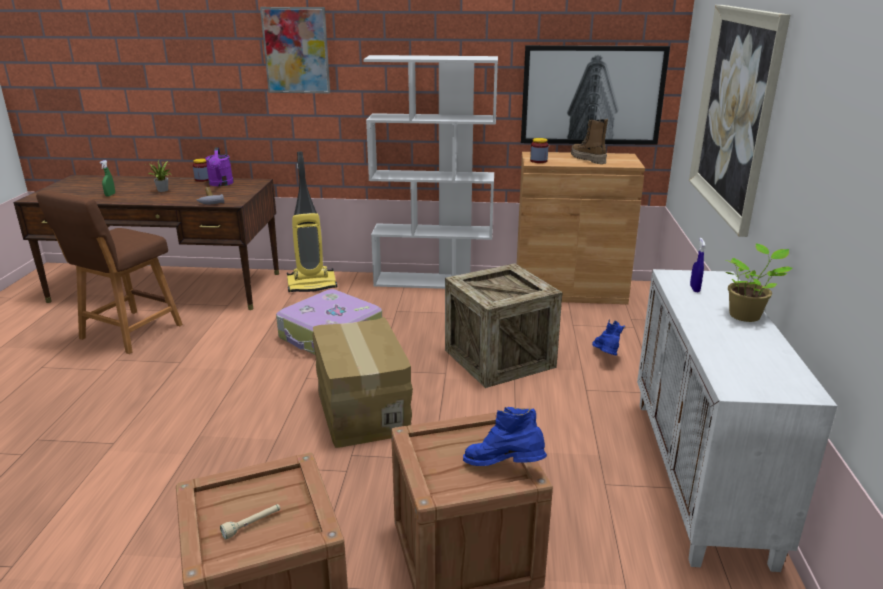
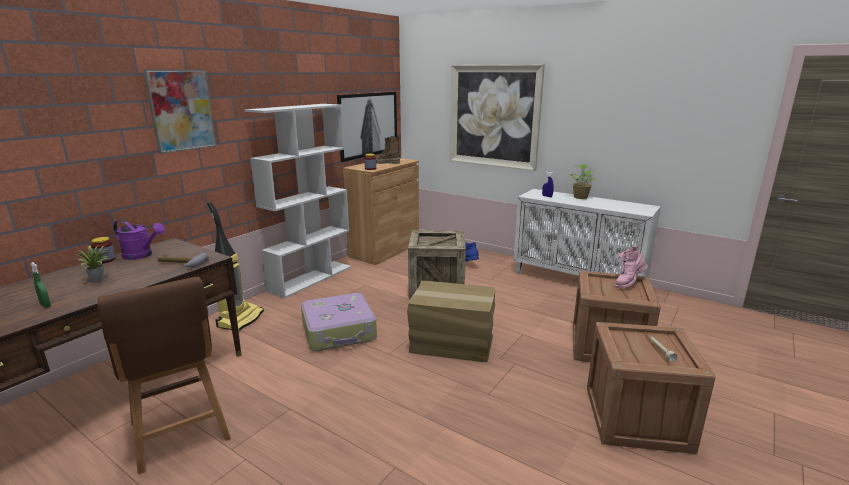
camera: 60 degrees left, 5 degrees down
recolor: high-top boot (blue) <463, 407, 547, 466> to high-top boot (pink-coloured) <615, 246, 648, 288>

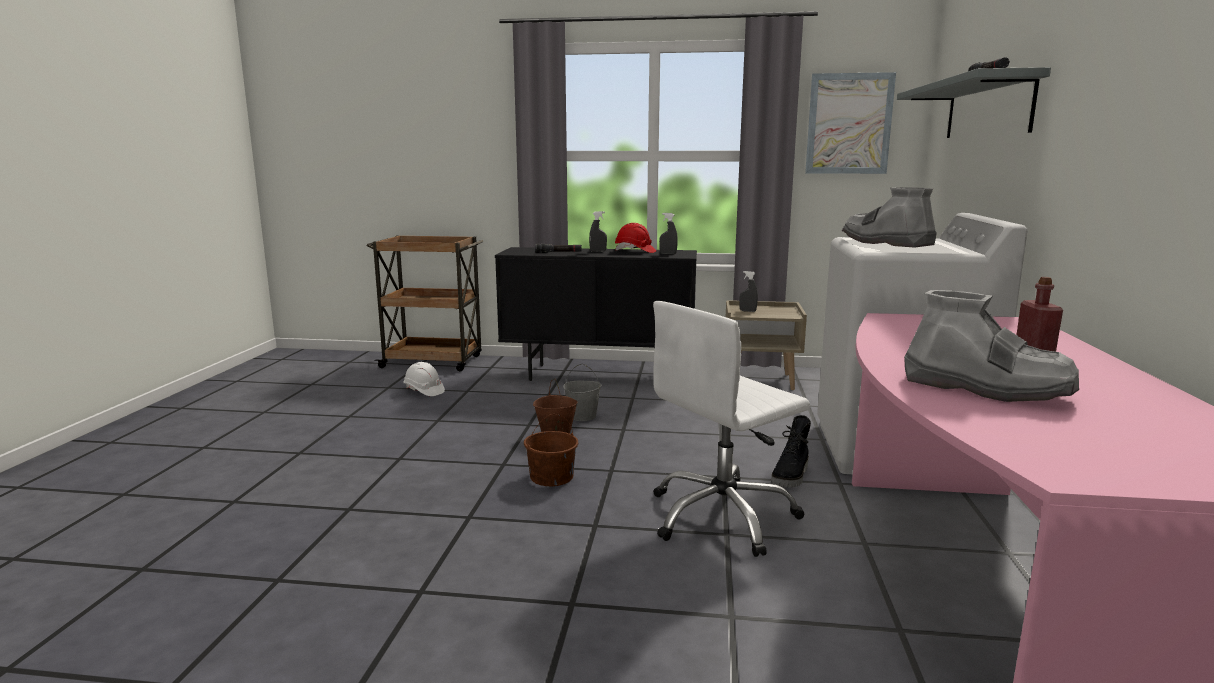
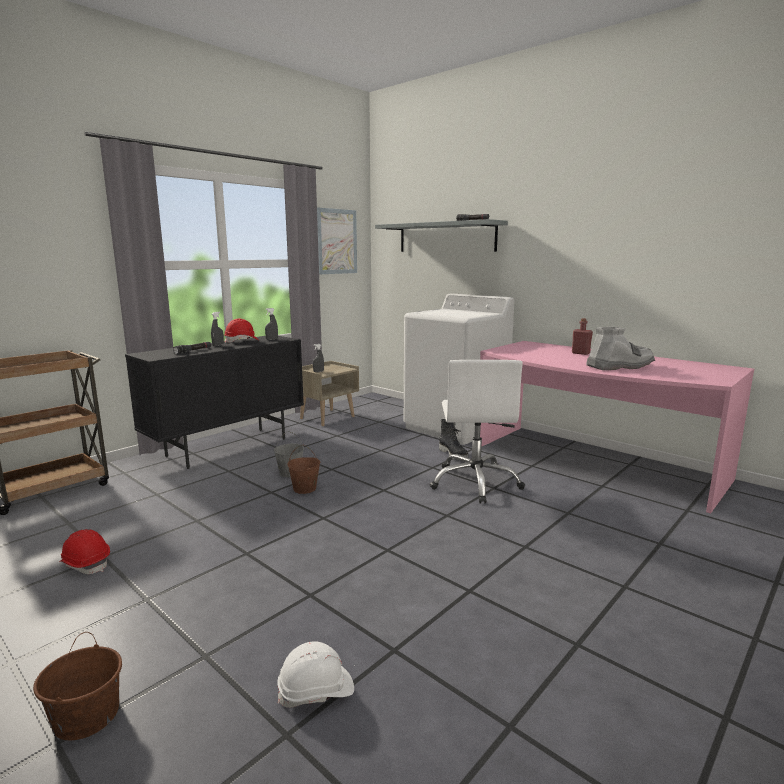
camera: 55 degrees left, 0 degrees up
delete: high-top boot (grey) <842, 187, 937, 248>
insert: work helmet (red-coloured) <59, 529, 110, 574>
move: work helmet (white-coloured) <403, 362, 445, 396> to <277, 641, 354, 708>; bucket (brownish) <524, 414, 578, 486> to <33, 632, 122, 740>

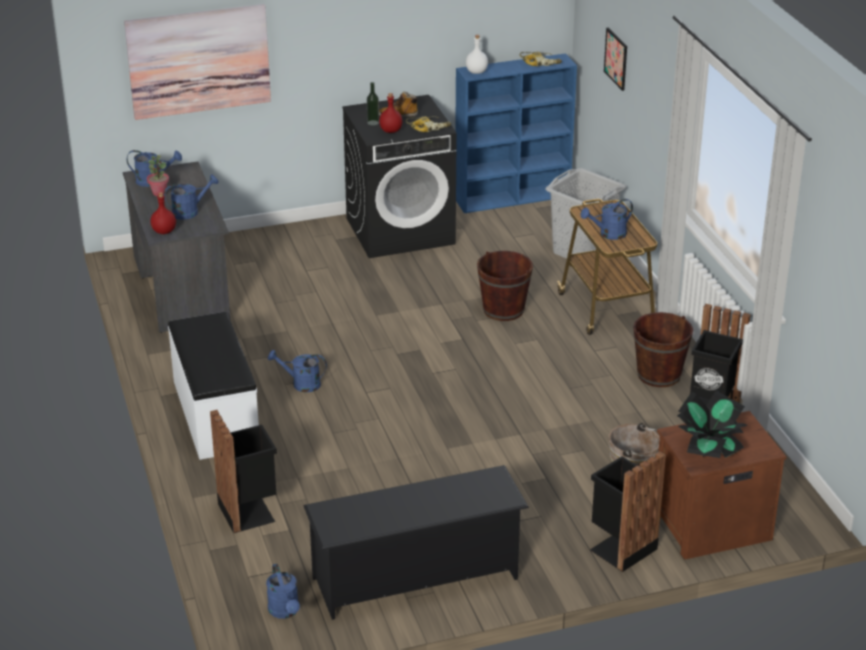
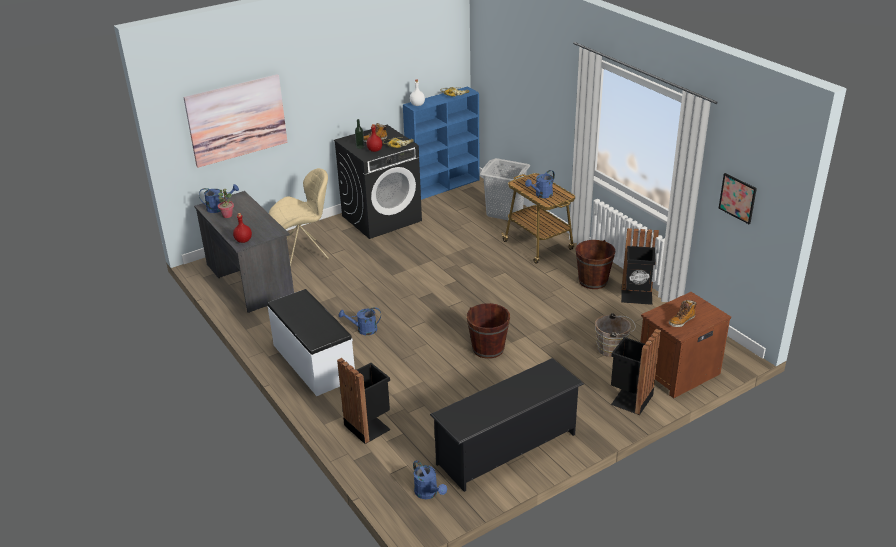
camera: 15 degrees left, 0 degrees up
delete: watering can (blue) <164, 175, 219, 220>
insert: plain chair (beige-coloured) <269, 168, 329, 266>
move: bucket (brownish) <477, 251, 533, 321> to <467, 303, 510, 359>; wall picture <604, 28, 627, 91> to <718, 173, 757, 224>
replace: plant in a pot <677, 391, 748, 458> to high-top boot <669, 300, 697, 327>

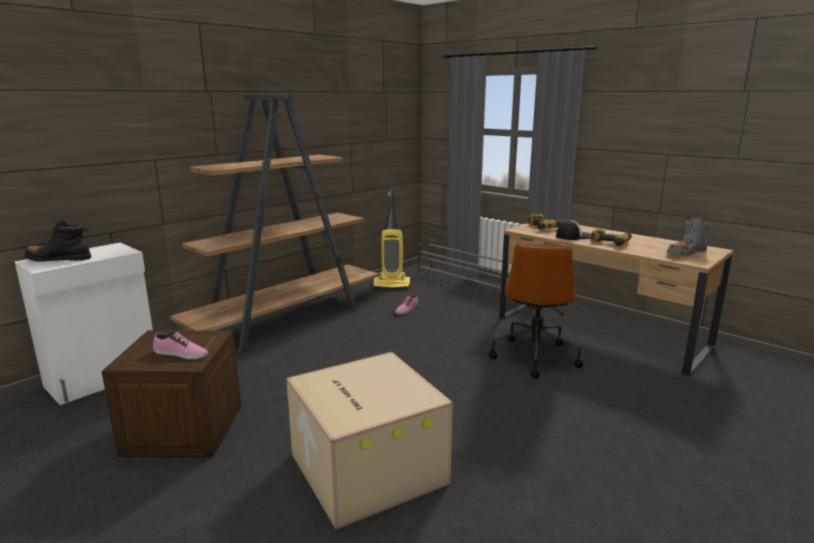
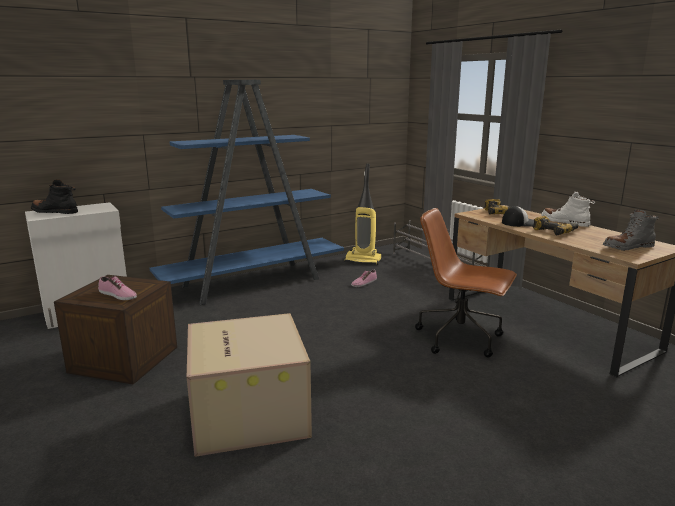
camera: 15 degrees right, 0 degrees up
insert: high-top boot (white-coloured) <541, 191, 595, 227>
recolor: bookshelf (brownish) <170, 95, 379, 353> to bookshelf (blue) <150, 80, 344, 305>
rotate: office chair (brownish) <489, 243, 583, 379> = <415, 208, 517, 357> 90 degrees clockwise

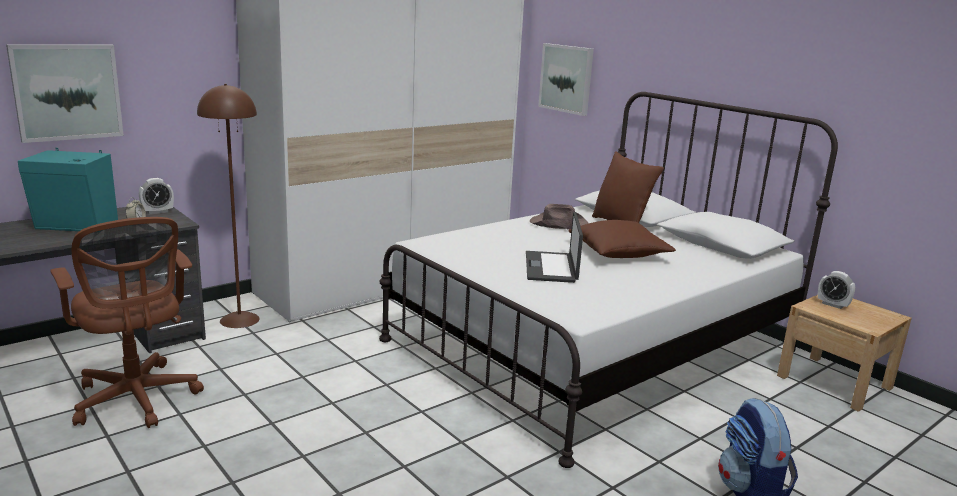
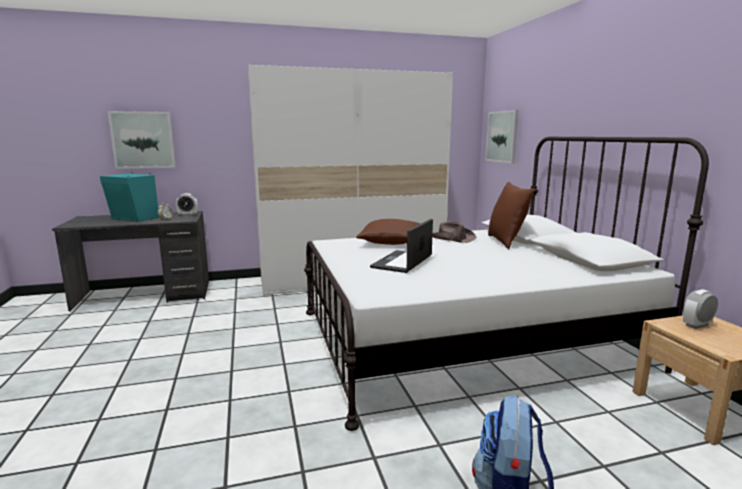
camera: 25 degrees right, 5 degrees down
delete: office chair (brownish) <50, 217, 204, 428>; floor lamp (brownish) <197, 84, 260, 328>
move: pillow (brownish) <568, 220, 676, 258> to <356, 219, 421, 245>
rotate: table clock <818, 271, 855, 309> = <683, 289, 718, 329> 90 degrees clockwise

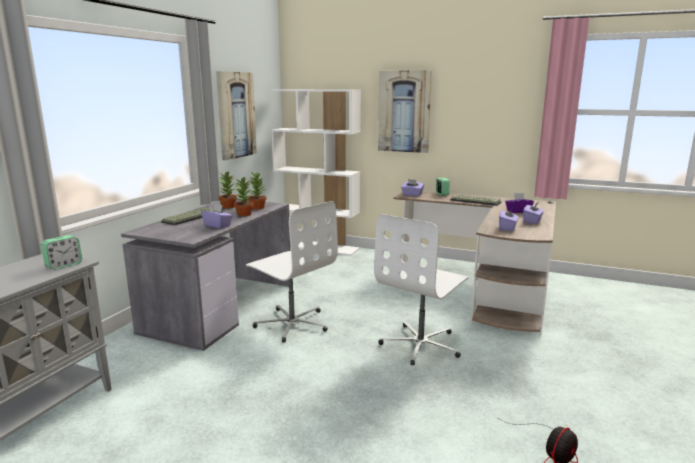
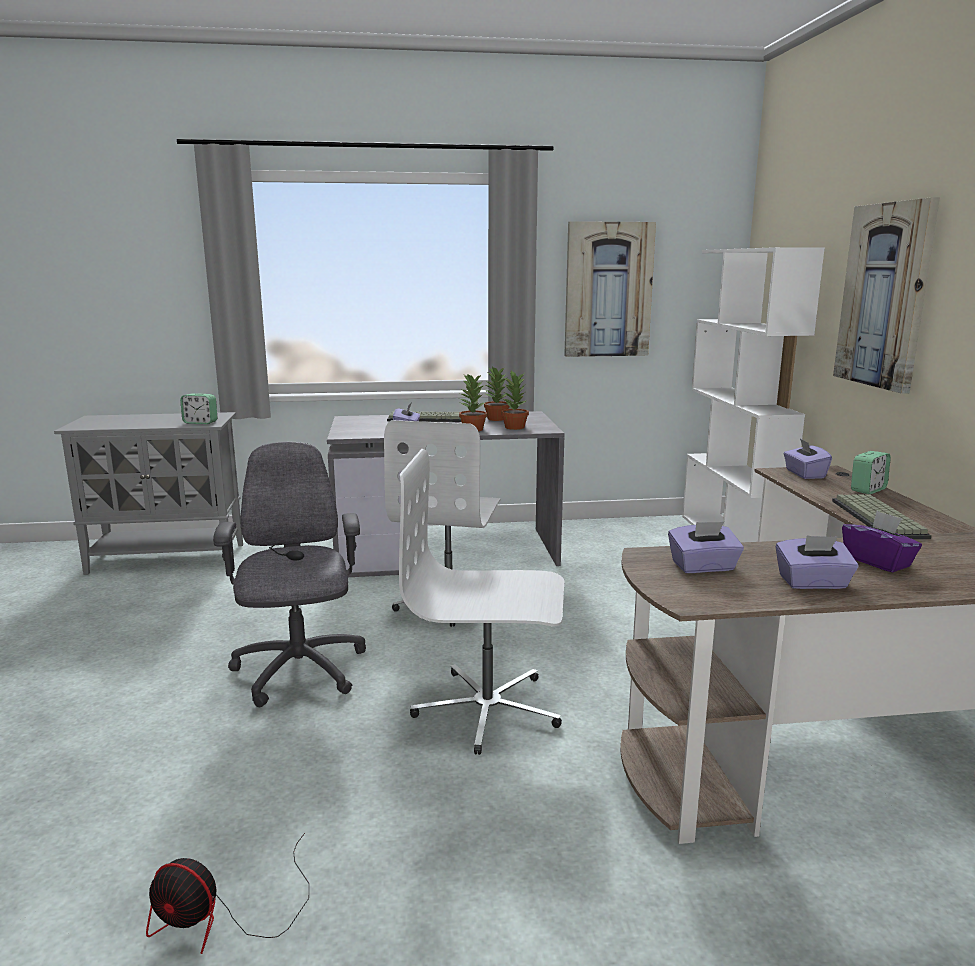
camera: 60 degrees right, 0 degrees up
insert: office chair (grey) <213, 442, 366, 707>

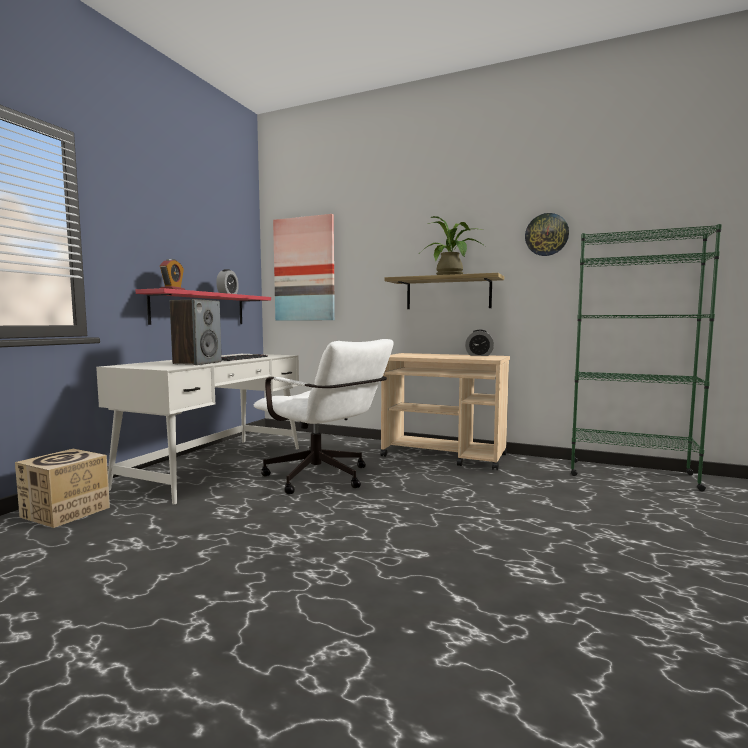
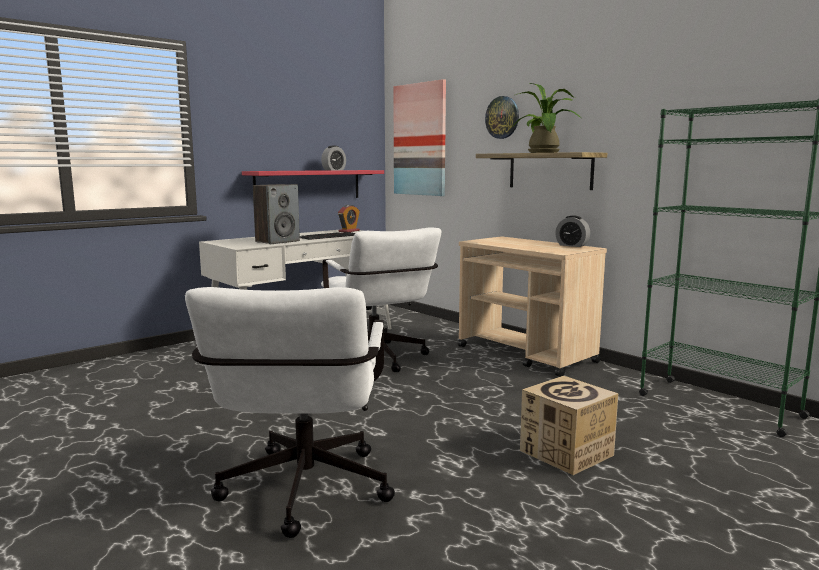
camera: 25 degrees right, 5 degrees up
insert: office chair (white-coloured) <185, 287, 395, 538>
move: carton <15, 449, 110, 528> to <520, 376, 618, 475>; table clock <160, 259, 185, 290> to <338, 205, 360, 232>; hanging clock <525, 213, 569, 256> to <485, 96, 519, 139>

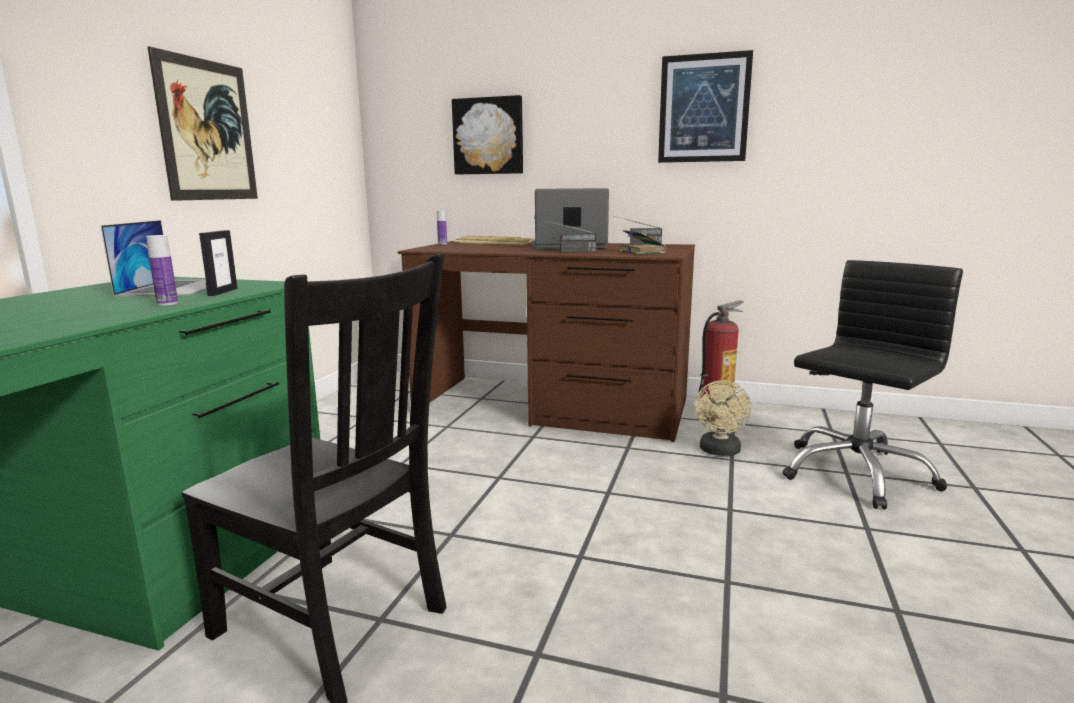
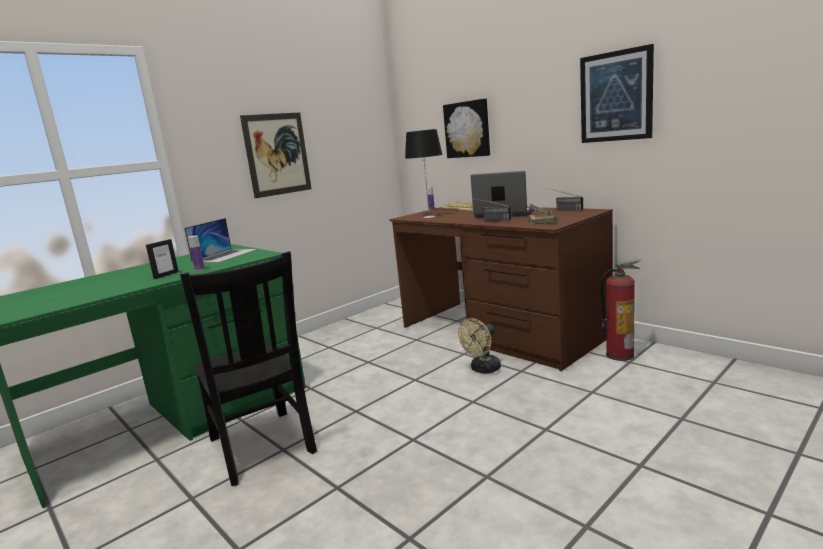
camera: 30 degrees right, 0 degrees up
delete: office chair (black) <782, 260, 963, 509>
insert: table lamp <405, 129, 443, 218>
move: photo frame <199, 230, 238, 296> to <146, 239, 179, 279>; cooling fan (beige-coloured) <694, 380, 752, 456> to <458, 318, 501, 373>

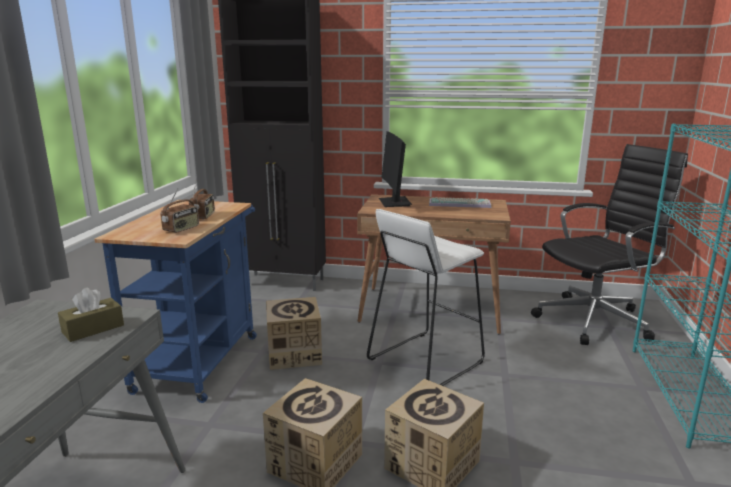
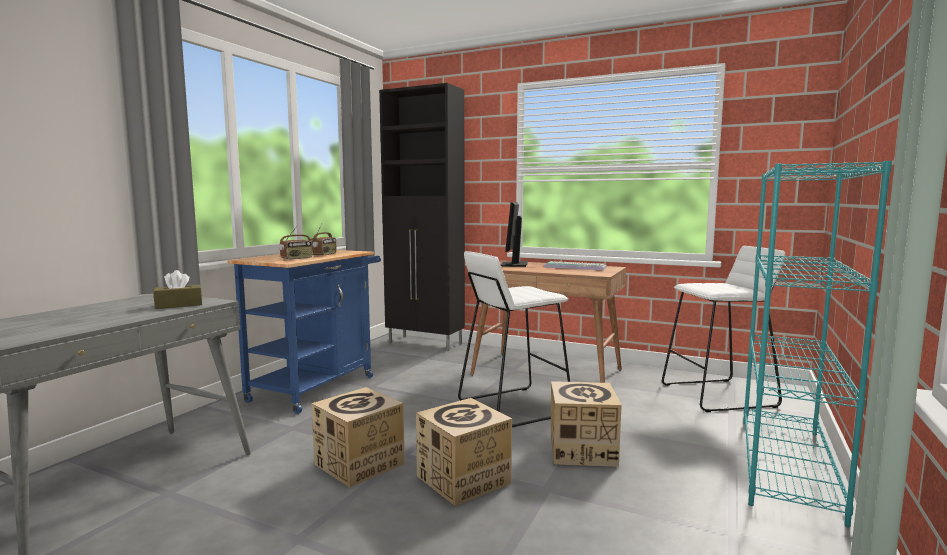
camera: 15 degrees right, 10 degrees down
move: carton <266, 297, 322, 370> to <551, 381, 622, 467>
replace: office chair (black) <531, 144, 688, 345> to stool (white-coloured) <662, 246, 785, 412>

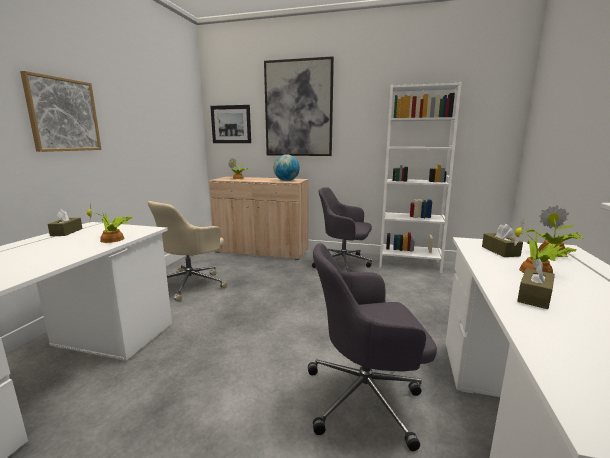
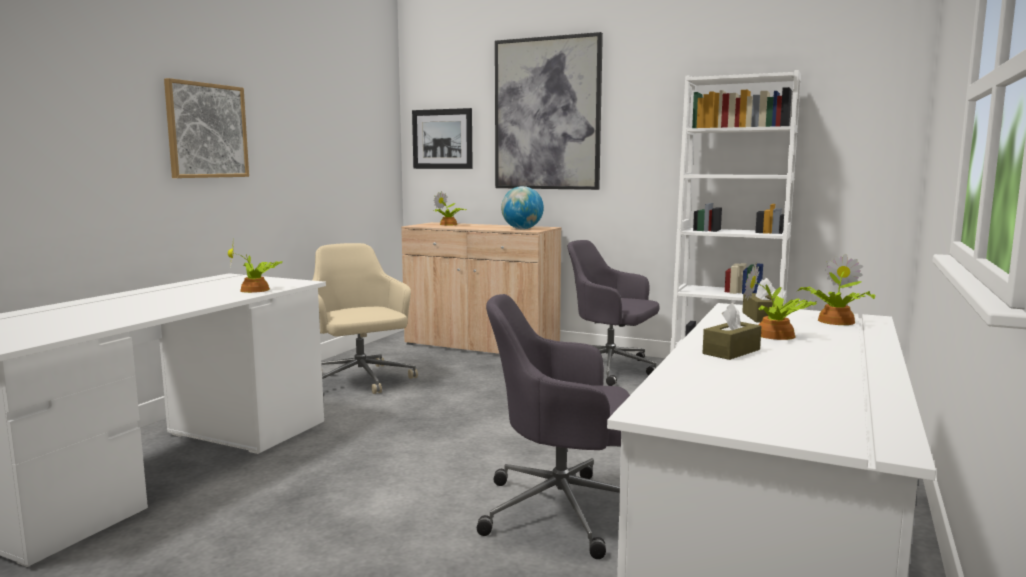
camera: 10 degrees right, 5 degrees down
delete: box of tissues (brownish) <48, 209, 83, 236>
rotate: office chair (beige-coloured) <148, 201, 228, 302> = <312, 243, 418, 394> 105 degrees clockwise

